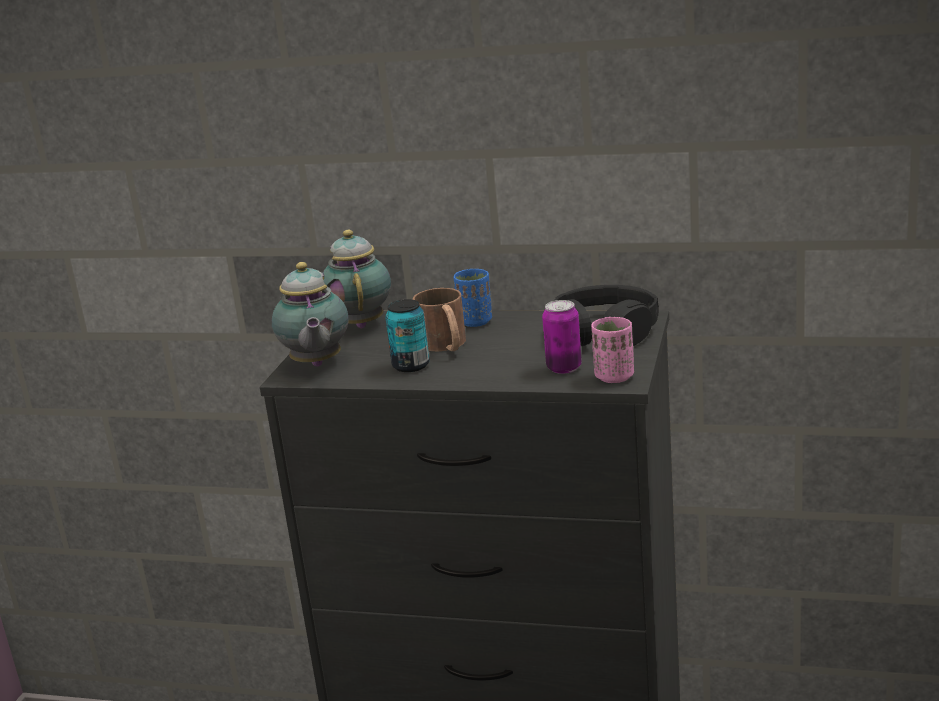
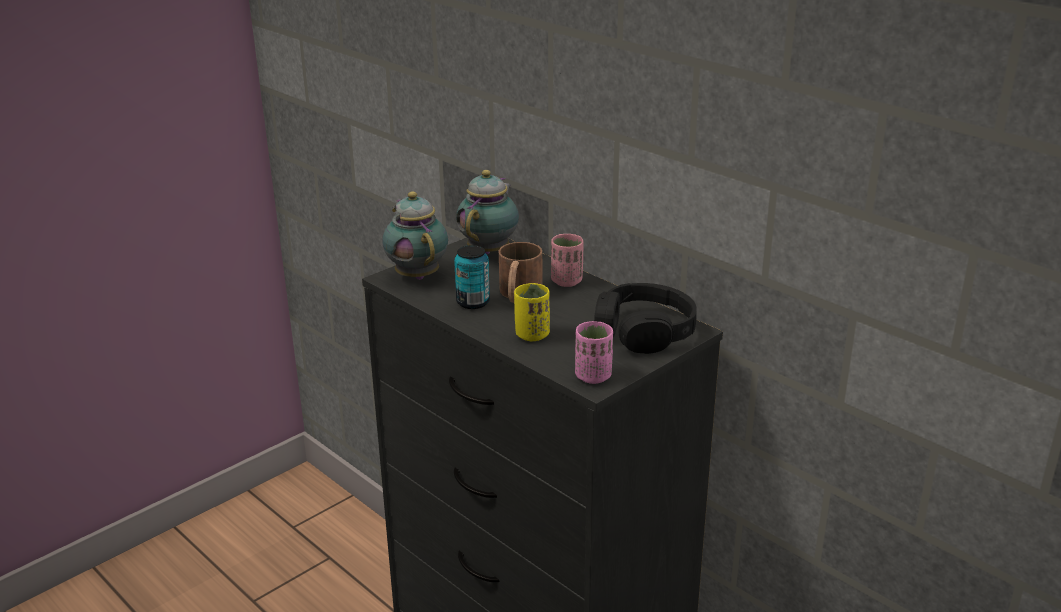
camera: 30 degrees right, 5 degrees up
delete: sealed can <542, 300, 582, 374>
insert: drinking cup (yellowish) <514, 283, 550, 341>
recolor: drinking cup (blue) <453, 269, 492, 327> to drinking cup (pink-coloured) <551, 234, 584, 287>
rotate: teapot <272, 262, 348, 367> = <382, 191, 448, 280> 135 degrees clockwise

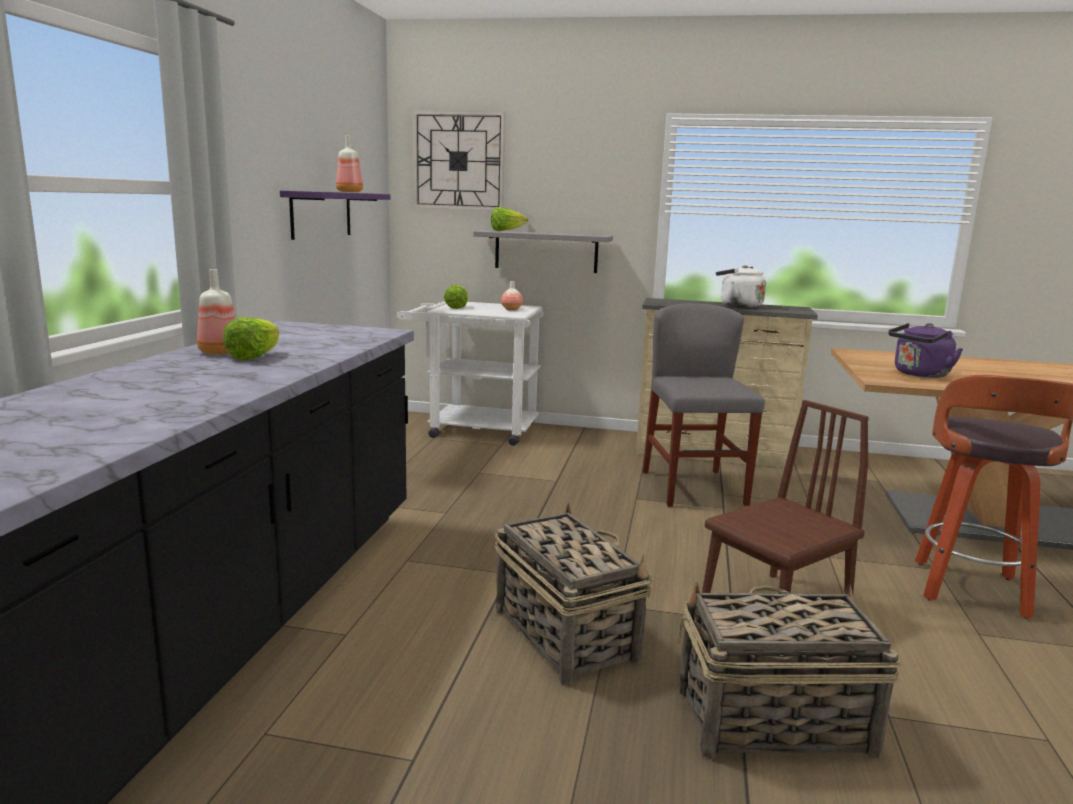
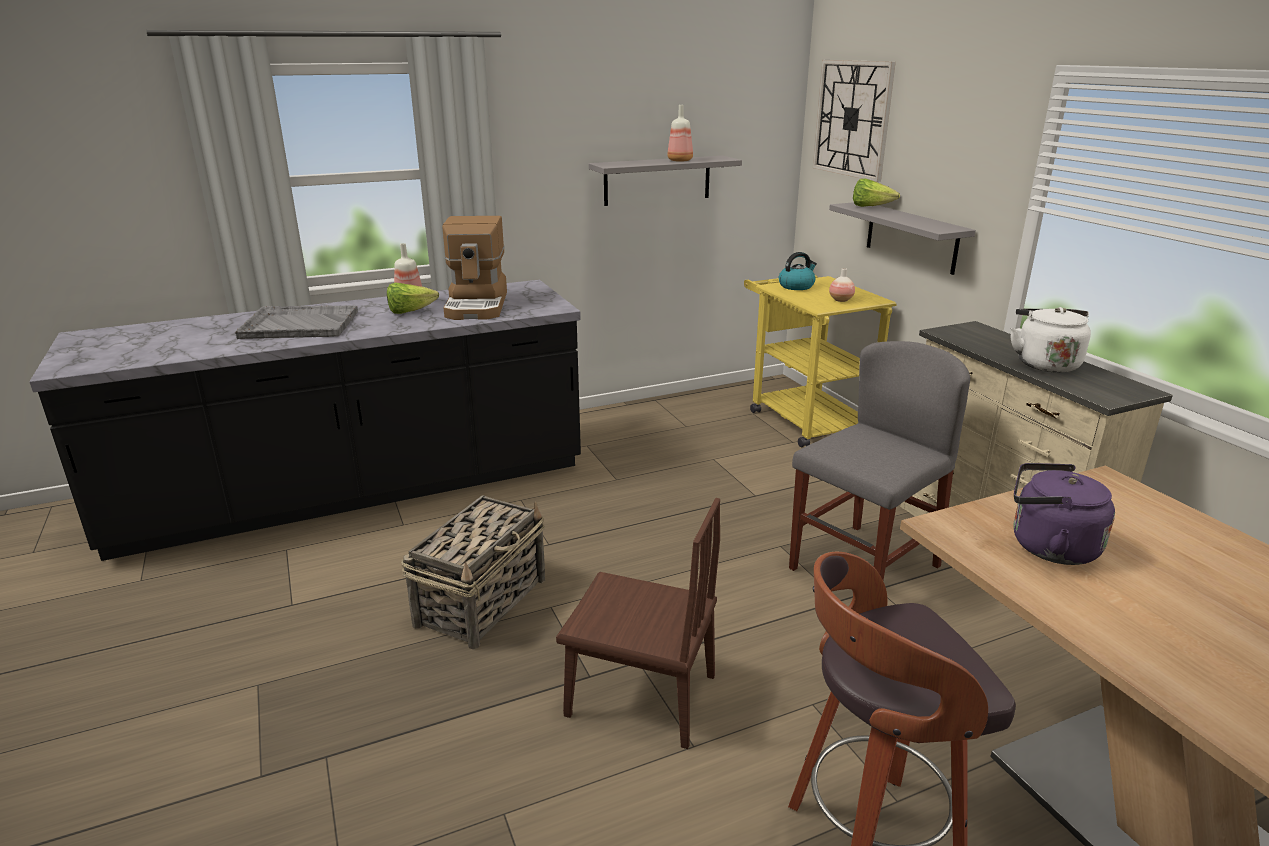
camera: 55 degrees right, 10 degrees up
delete: household basket <678, 581, 901, 759>
insert: serving tray (grey) <235, 305, 358, 339>; coffee brewer <442, 216, 507, 320>
replace: lettuce <444, 285, 468, 309> to water kettle <779, 252, 817, 290>
recolor: bracket shelf (purplish) <280, 190, 390, 240> to bracket shelf (grey) <589, 156, 742, 206>; wheeled cart (white-coloured) <397, 301, 543, 446> to wheeled cart (yellowish) <744, 275, 897, 447>

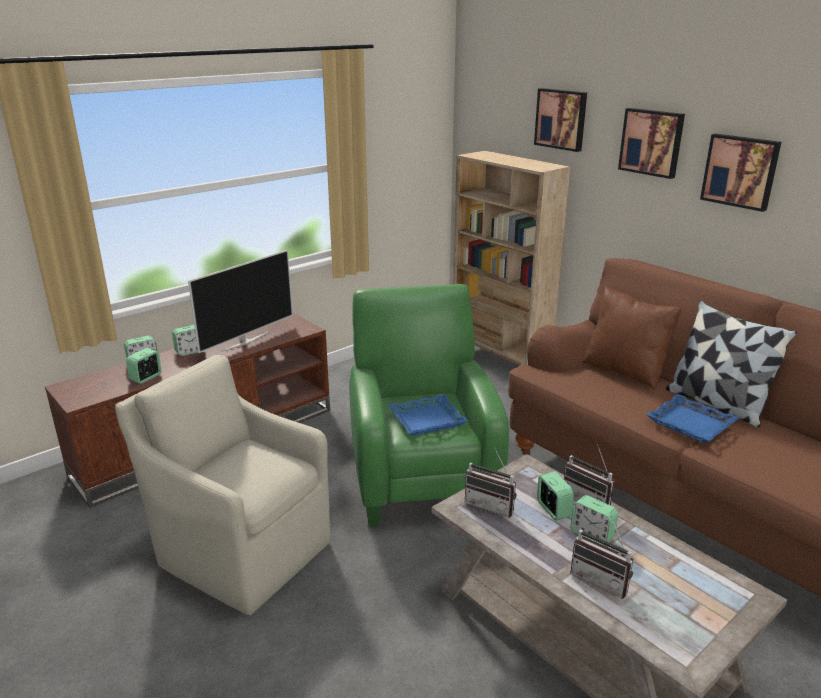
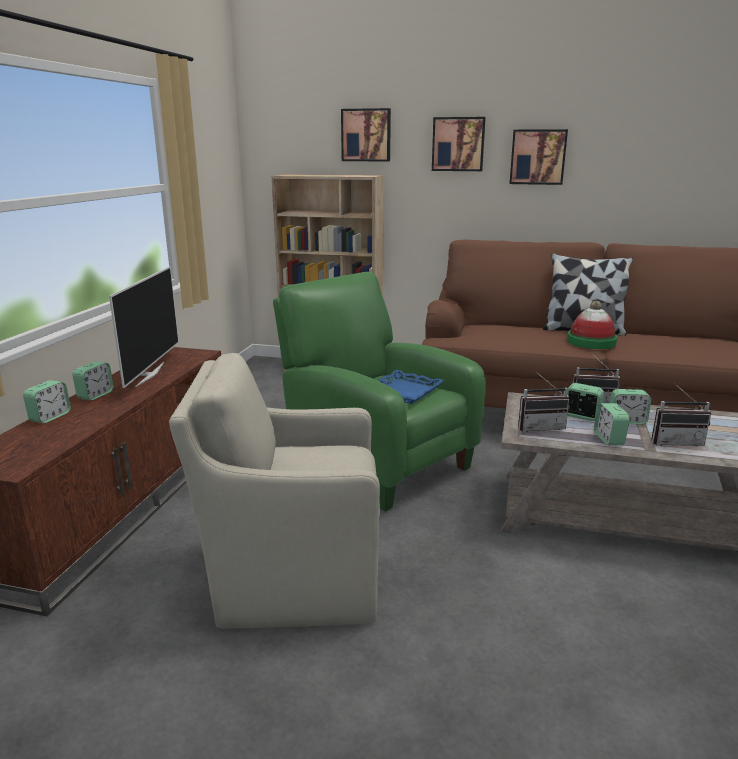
camera: 35 degrees left, 5 degrees down
delete: pillow (brownish) <582, 286, 682, 390>
move: table clock <126, 348, 161, 384> to <594, 403, 630, 445>
replace: serving tray (blue) <646, 394, 739, 443> to wearable hat <567, 301, 618, 349>

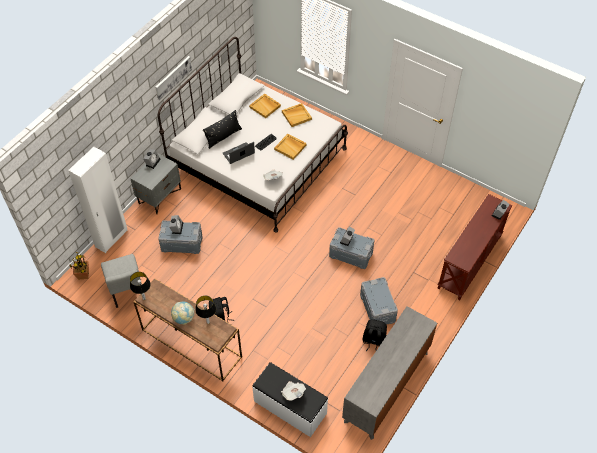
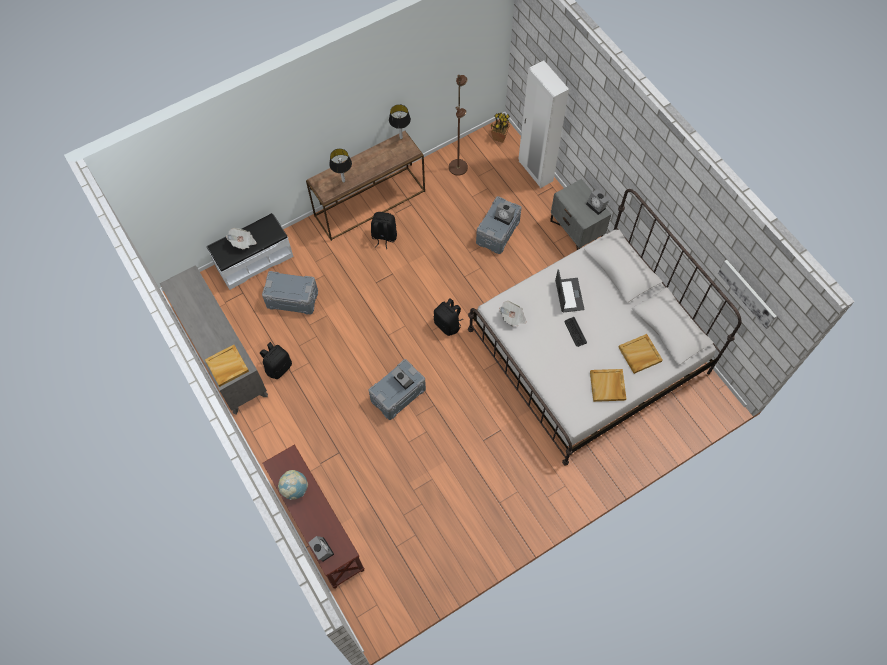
camera: 115 degrees right, 10 degrees up
delete: pillow (black) <203, 110, 242, 149>
insert: rucksack (black) <434, 298, 463, 336>
move: wall picture <155, 56, 192, 100> to <718, 260, 777, 329>; desk globe <171, 302, 194, 325> to <278, 470, 308, 500>; serving tray (beige-coloured) <274, 134, 307, 160> to <205, 345, 249, 387>; storage container (grey) <360, 277, 398, 324> to <262, 271, 318, 315>
replace: plain chair (grey) <101, 254, 142, 308> to floor lamp (brownish) <449, 75, 468, 176>

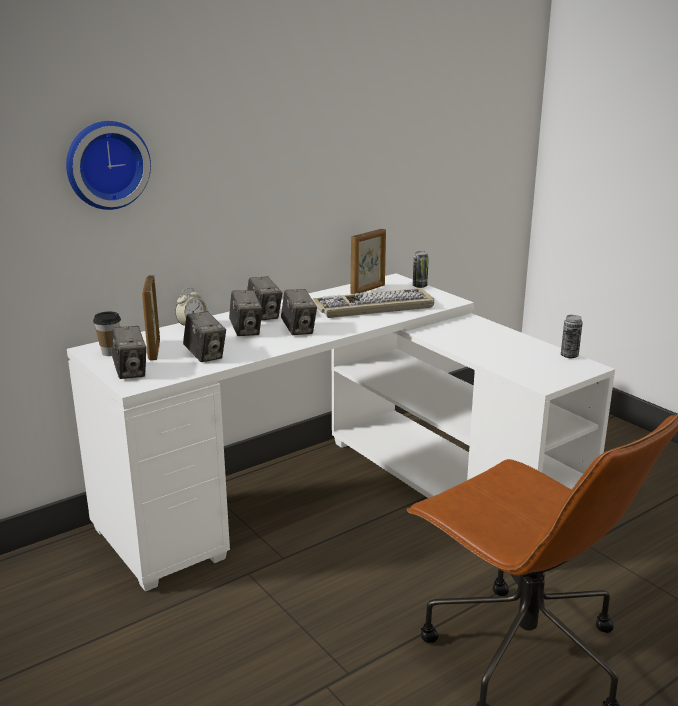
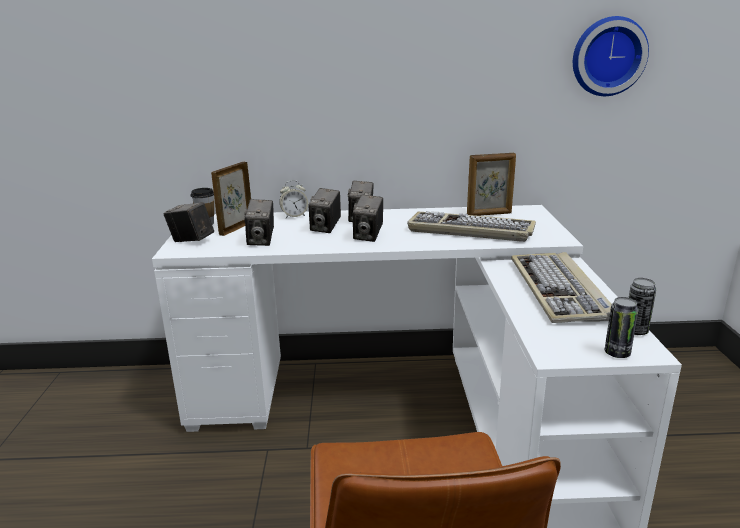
camera: 35 degrees right, 0 degrees up
insert: computer keyboard <511, 252, 612, 323>
move: hanging clock <66, 121, 151, 210> to <573, 16, 649, 96>; sealed can <413, 251, 429, 288> to <605, 297, 638, 358>
rotate: photo camera <112, 326, 146, 379> = <163, 202, 214, 242> 105 degrees clockwise

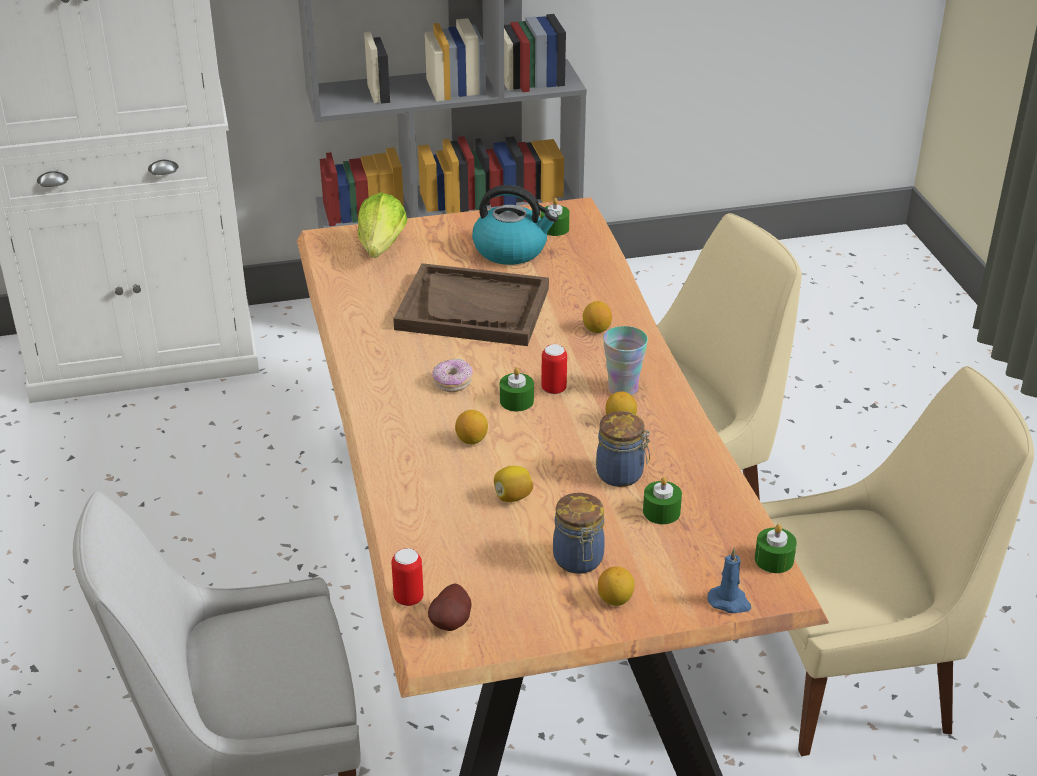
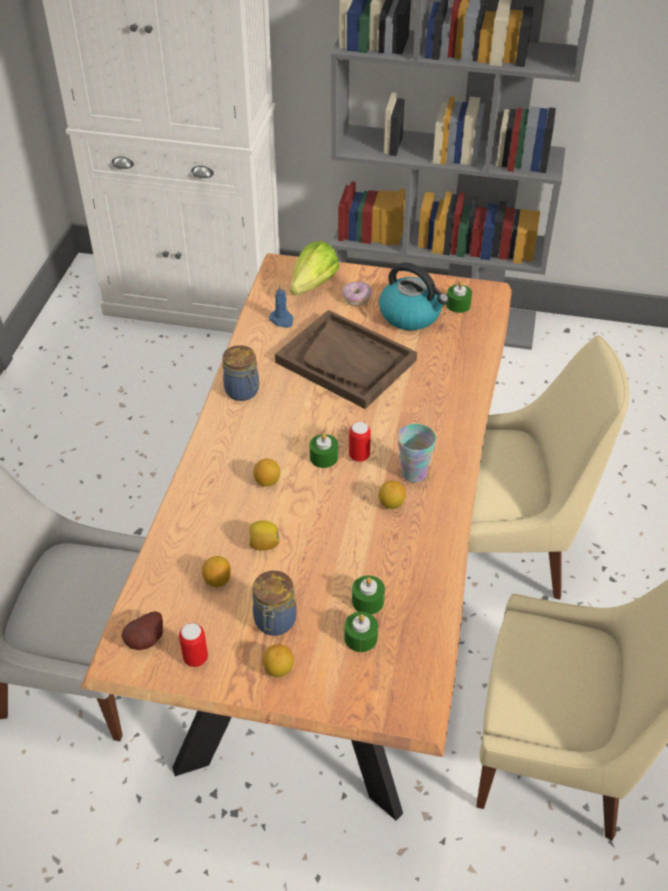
camera: 25 degrees right, 10 degrees up
move: sealed can <391, 548, 424, 606> to <179, 623, 208, 667>; ring doughnut <432, 359, 473, 392> to <343, 282, 372, 306>; whole lemon <583, 301, 612, 333> to <202, 556, 231, 587>; storage jar <596, 411, 650, 487> to <222, 345, 259, 401>; wax candle (blue) <707, 548, 751, 613> to <269, 284, 293, 328>; wax candle (greenish) <755, 524, 797, 573> to <344, 612, 378, 652>

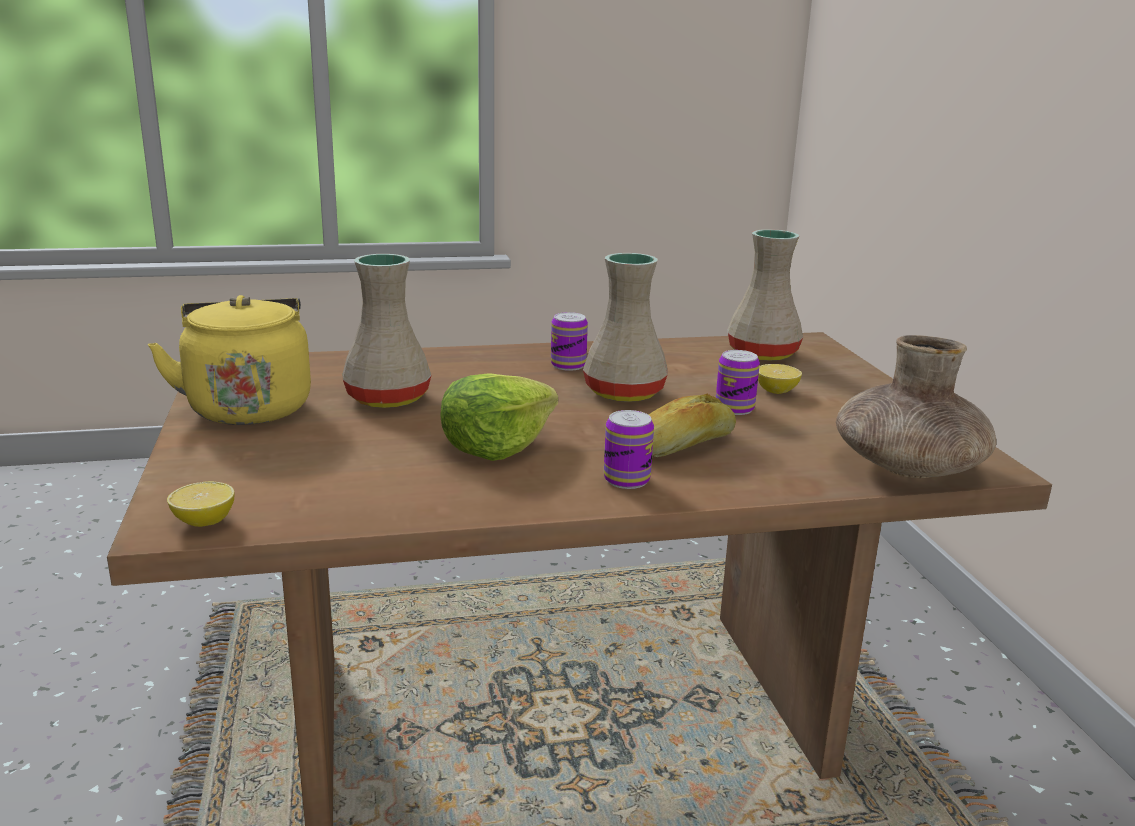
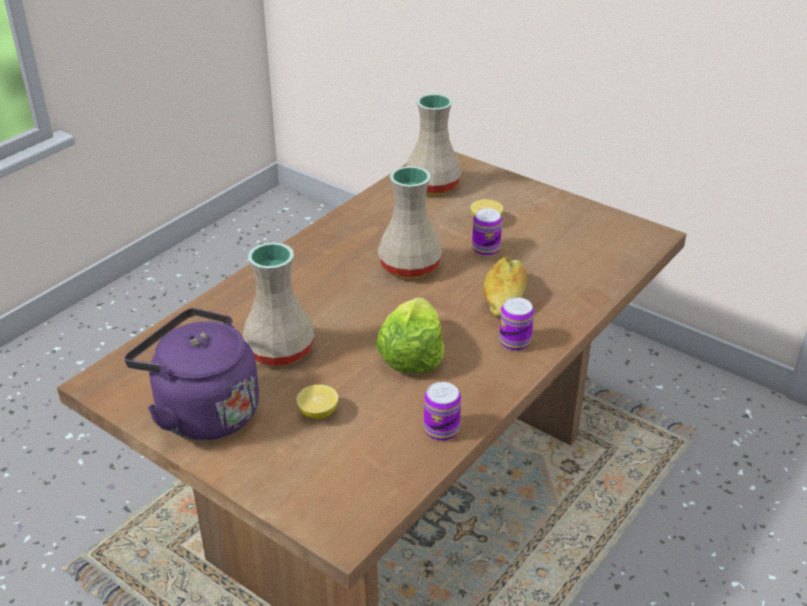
camera: 40 degrees left, 15 degrees up
delete: flower vase (brownish) <836, 335, 997, 478>
move: whole lemon <167, 481, 234, 527> to <296, 385, 338, 419>; sealed can <551, 312, 588, 371> to <424, 382, 461, 441>
recolor: water kettle (yellowish) <148, 295, 311, 425> to water kettle (purplish) <124, 308, 259, 440>

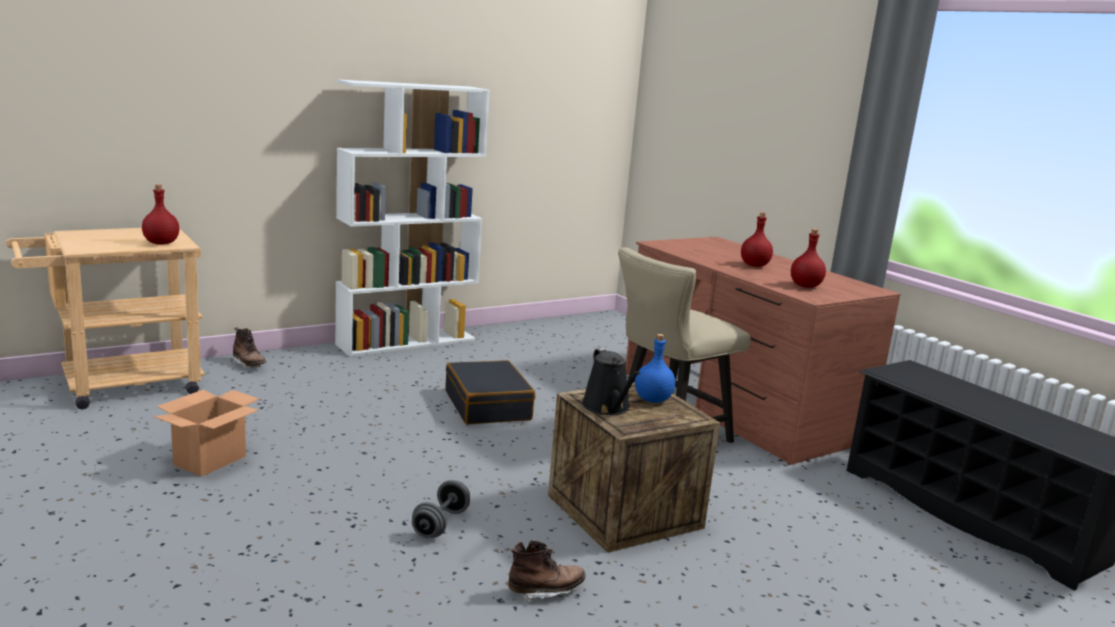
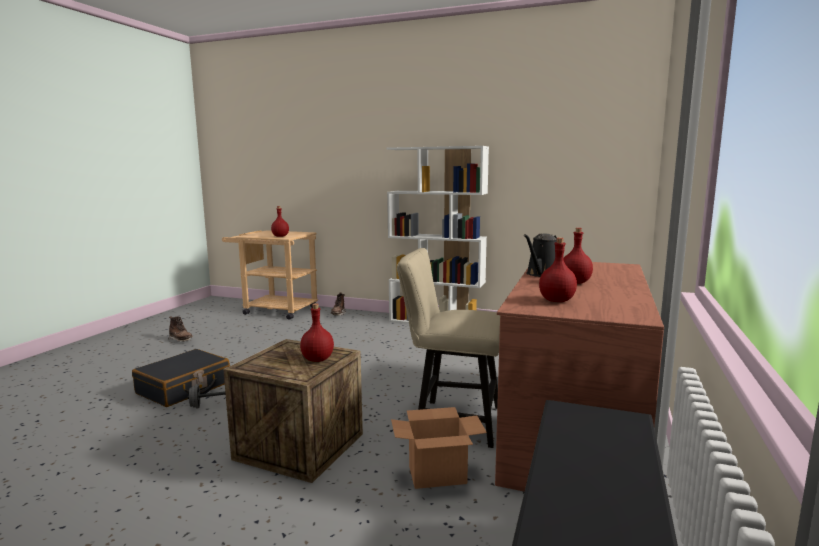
camera: 55 degrees right, 5 degrees down
move: carton <153, 389, 259, 477> to <391, 407, 487, 489>; piece of luggage (black) <446, 360, 535, 424> to <132, 349, 230, 407>; high-top boot (brownish) <508, 540, 586, 603> to <168, 316, 193, 342>; watering can (black) <582, 348, 640, 415> to <524, 234, 557, 277>
recolor: beverage bottle (blue) <635, 334, 675, 403> to beverage bottle (red-coloured) <300, 303, 334, 362>

